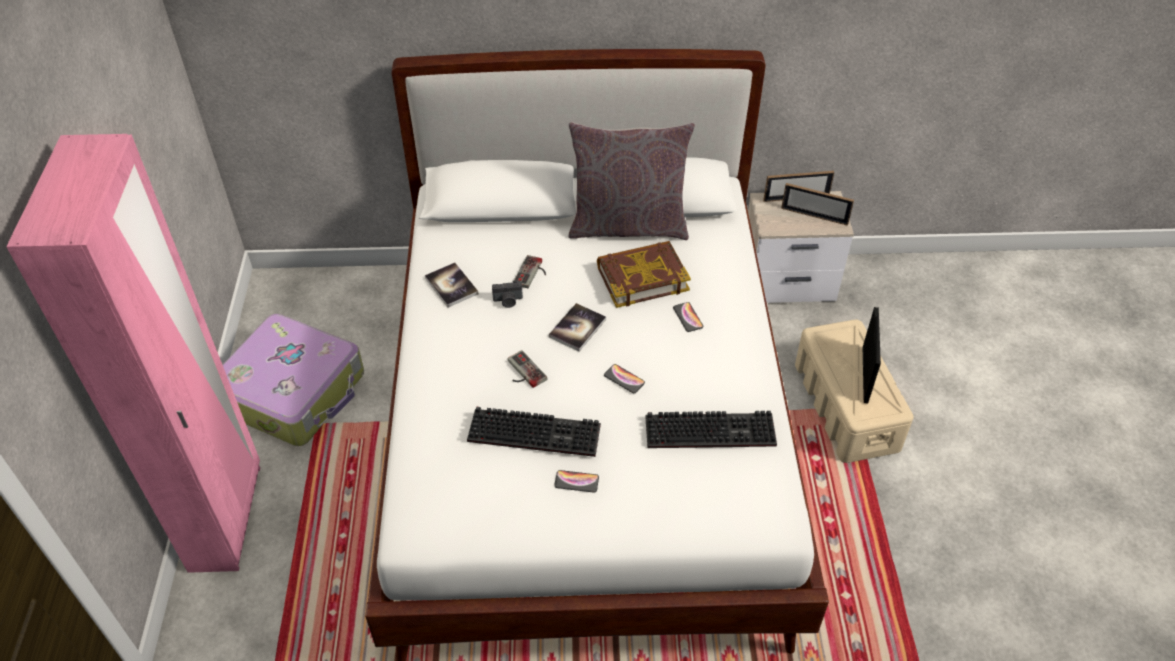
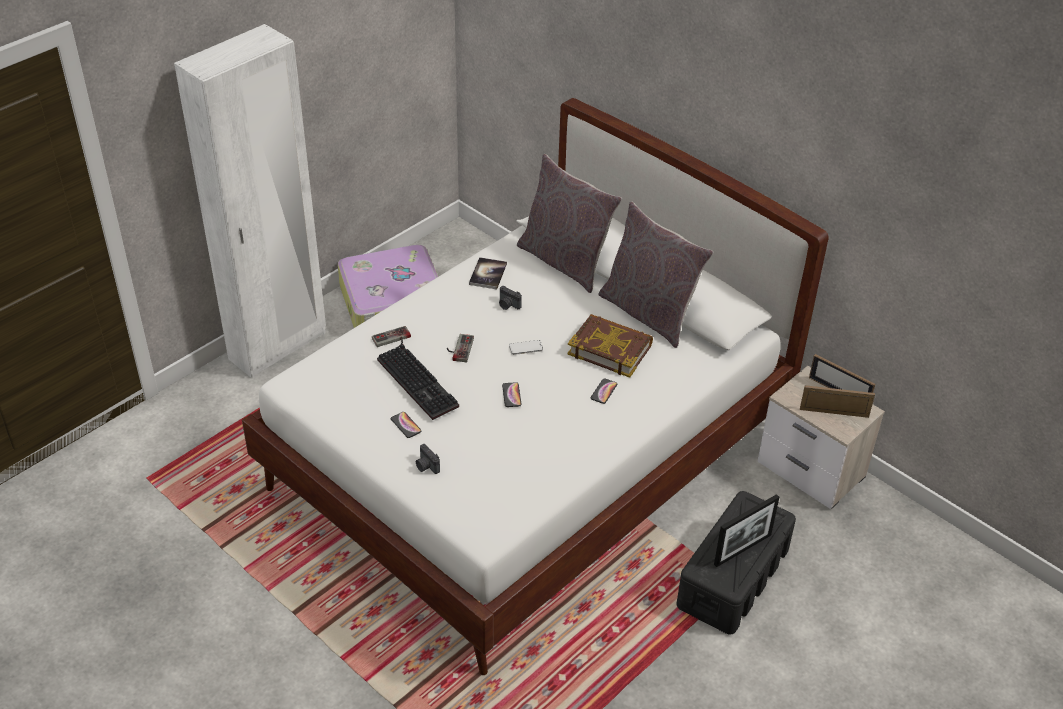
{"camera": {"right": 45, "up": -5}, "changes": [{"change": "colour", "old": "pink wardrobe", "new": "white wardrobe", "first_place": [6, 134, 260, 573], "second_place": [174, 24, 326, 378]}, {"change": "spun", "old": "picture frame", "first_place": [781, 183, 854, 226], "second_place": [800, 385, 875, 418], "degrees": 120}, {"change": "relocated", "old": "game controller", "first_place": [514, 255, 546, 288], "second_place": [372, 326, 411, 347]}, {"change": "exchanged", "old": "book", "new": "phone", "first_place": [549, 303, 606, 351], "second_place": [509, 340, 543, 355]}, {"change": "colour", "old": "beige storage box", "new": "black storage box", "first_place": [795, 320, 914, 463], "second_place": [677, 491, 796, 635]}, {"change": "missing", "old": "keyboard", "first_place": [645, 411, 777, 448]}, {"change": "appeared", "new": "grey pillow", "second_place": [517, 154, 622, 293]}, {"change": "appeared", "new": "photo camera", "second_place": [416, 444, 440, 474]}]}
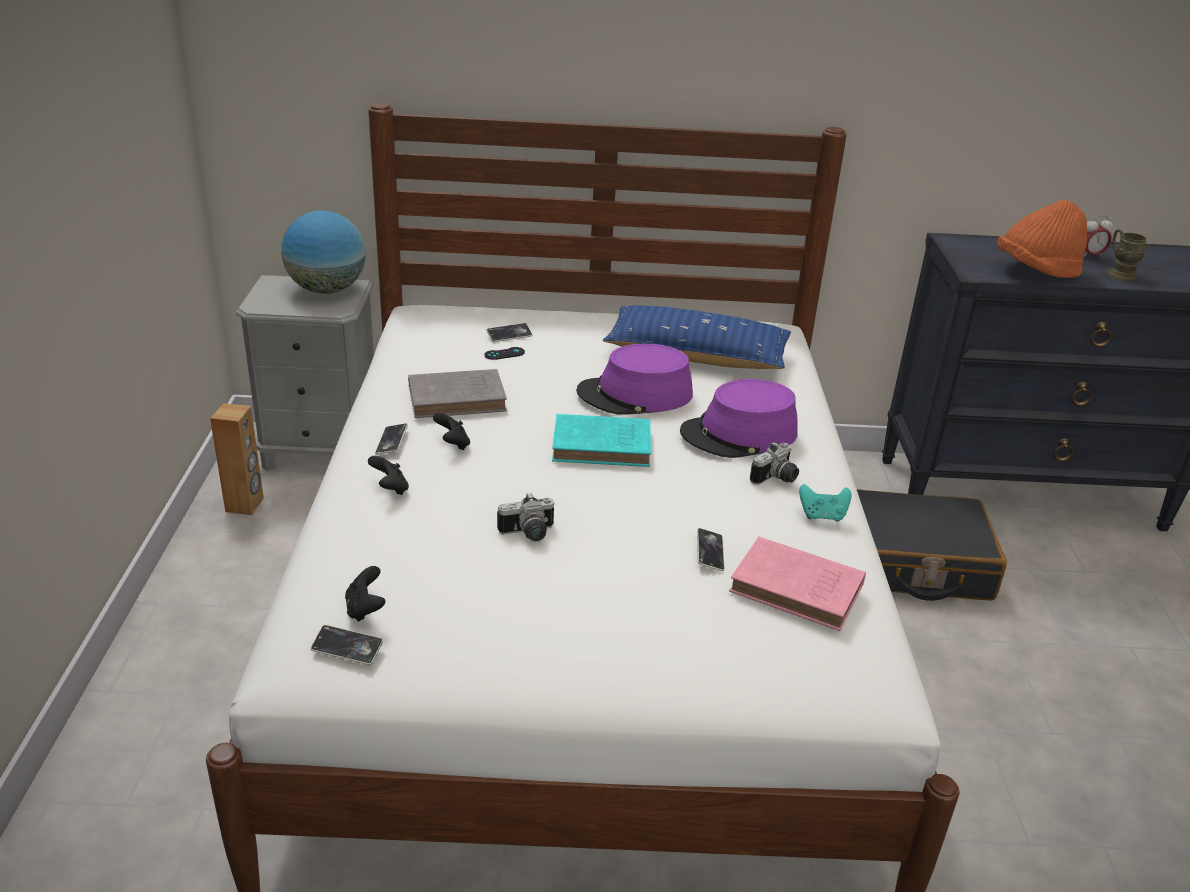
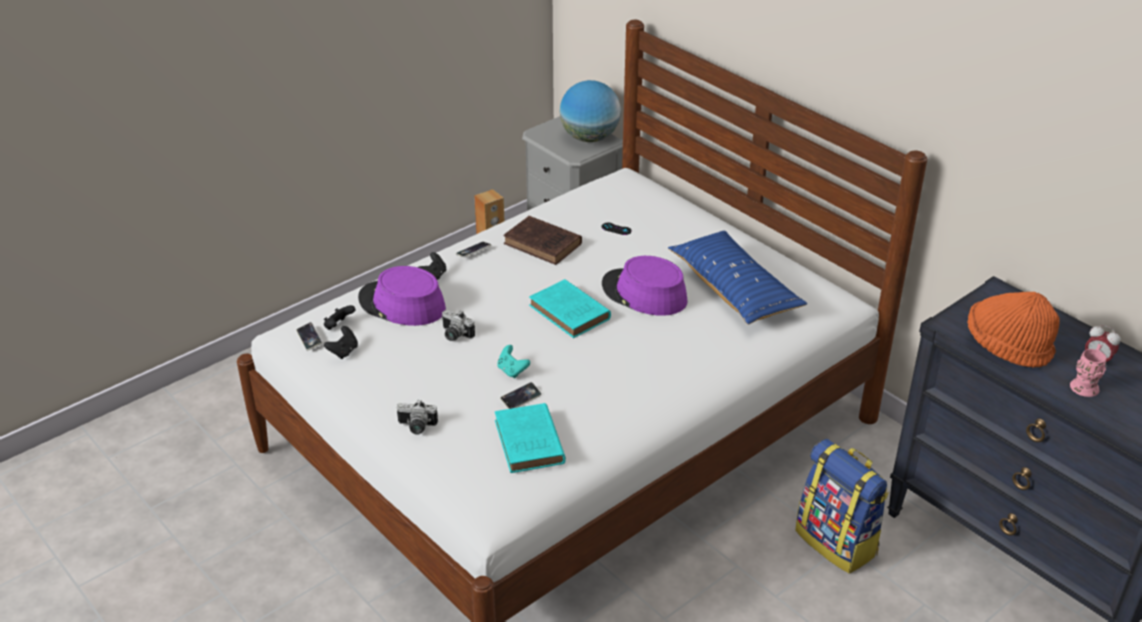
{"camera": {"right": 50, "up": 5}, "changes": [{"change": "colour", "old": "brown mug", "new": "pink mug", "first_place": [1107, 229, 1147, 281], "second_place": [1070, 344, 1106, 397]}, {"change": "missing", "old": "phone", "first_place": [487, 323, 532, 342]}, {"change": "colour", "old": "grey book", "new": "brown book", "first_place": [408, 369, 507, 418], "second_place": [503, 216, 582, 265]}, {"change": "relocated", "old": "purple hat", "first_place": [680, 379, 798, 458], "second_place": [358, 266, 446, 326]}, {"change": "relocated", "old": "black game controller", "first_place": [433, 413, 470, 450], "second_place": [324, 326, 358, 359]}, {"change": "relocated", "old": "photo camera", "first_place": [750, 442, 799, 485], "second_place": [397, 400, 438, 435]}, {"change": "relocated", "old": "turquoise game controller", "first_place": [799, 484, 852, 522], "second_place": [497, 345, 530, 379]}, {"change": "exchanged", "old": "black suitcase", "new": "backpack", "first_place": [857, 489, 1007, 601], "second_place": [795, 439, 889, 574]}, {"change": "colour", "old": "pink book", "new": "turquoise book", "first_place": [729, 536, 866, 631], "second_place": [495, 403, 566, 473]}]}
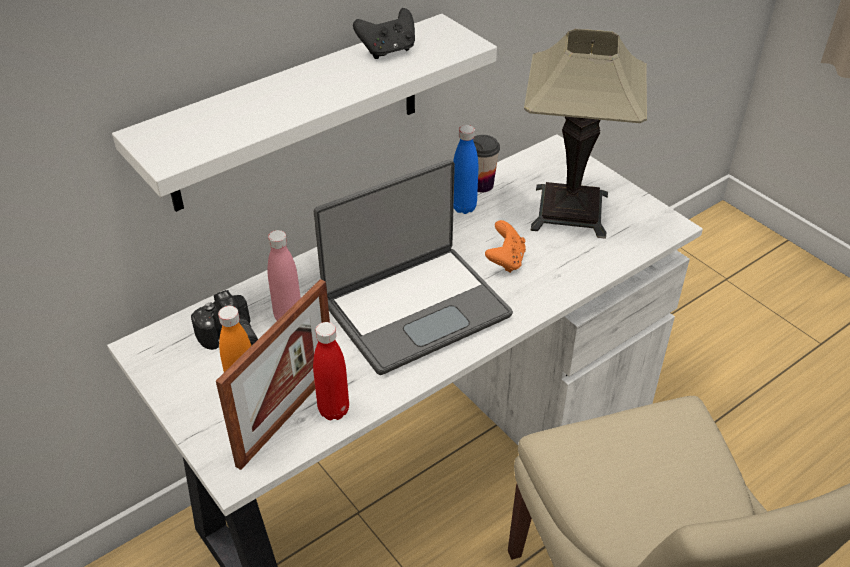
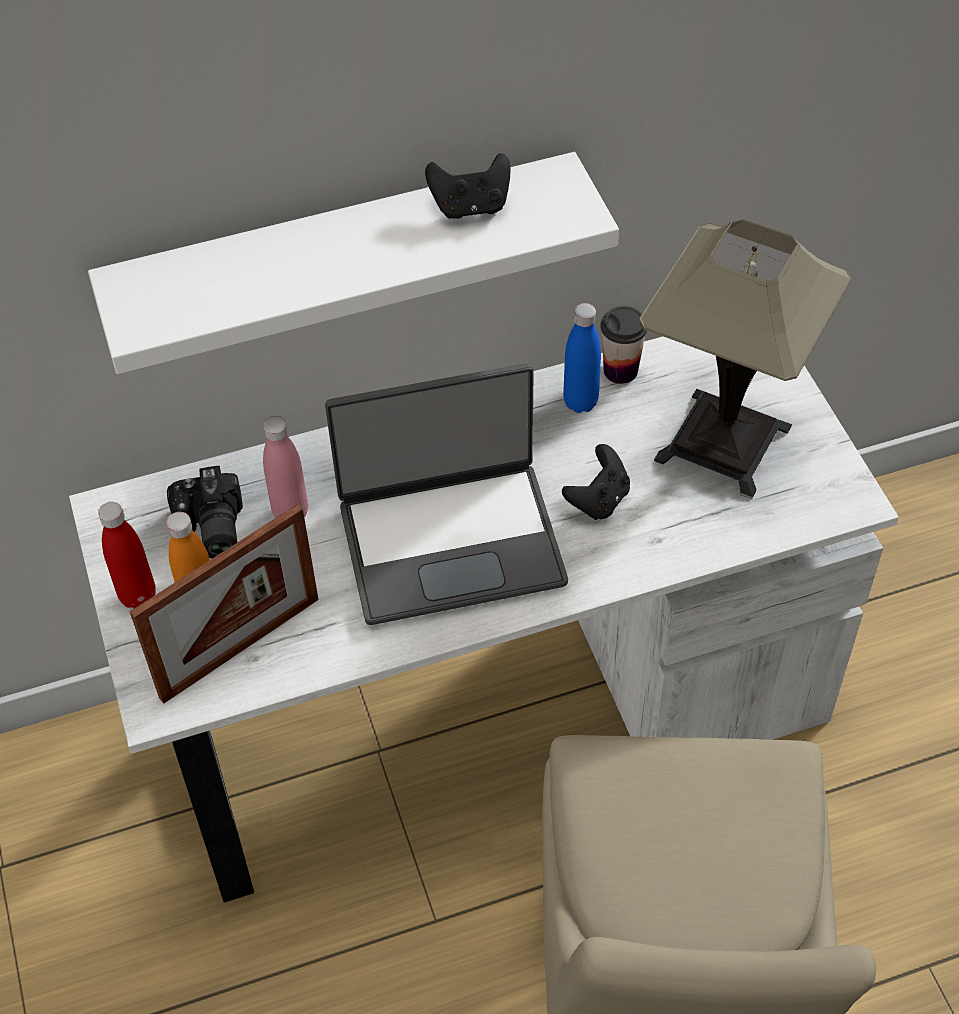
{"camera": {"right": 20, "up": 10}, "changes": [{"change": "colour", "old": "orange game controller", "new": "black game controller", "first_place": [485, 220, 526, 273], "second_place": [562, 444, 630, 520]}, {"change": "relocated", "old": "red bottle", "first_place": [313, 322, 349, 420], "second_place": [98, 502, 156, 608]}]}
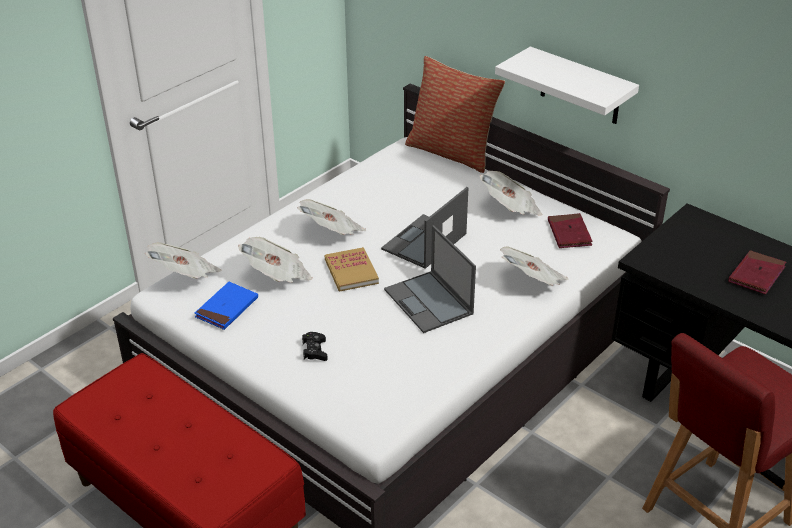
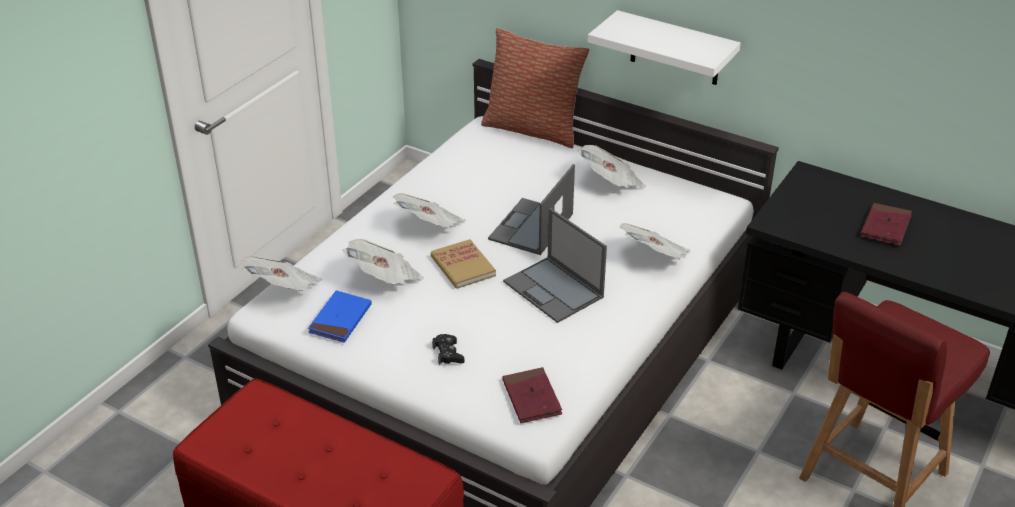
{"camera": {"right": -10, "up": 0}, "changes": [{"change": "relocated", "old": "red book", "first_place": [548, 213, 593, 248], "second_place": [502, 367, 562, 423]}]}
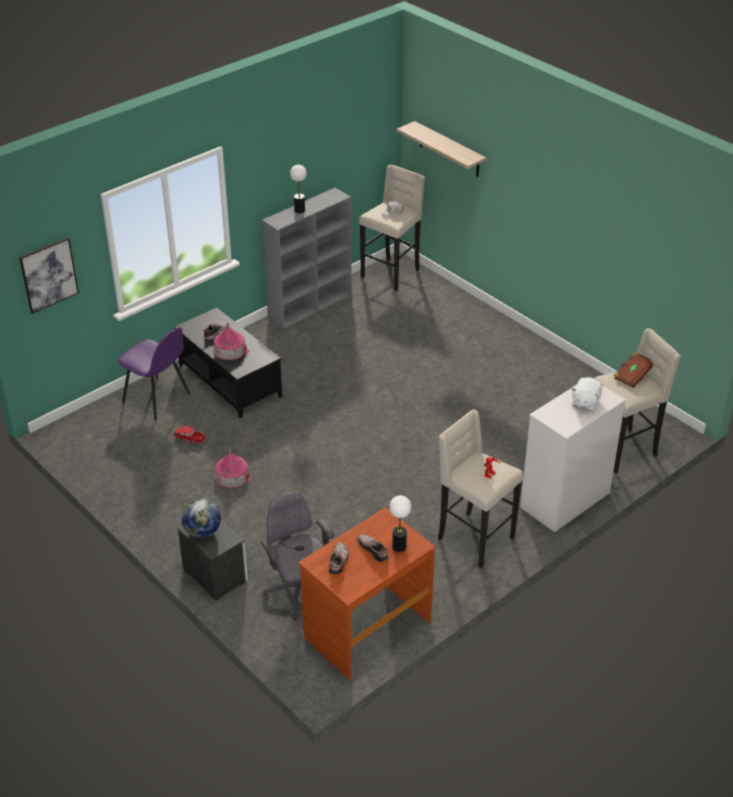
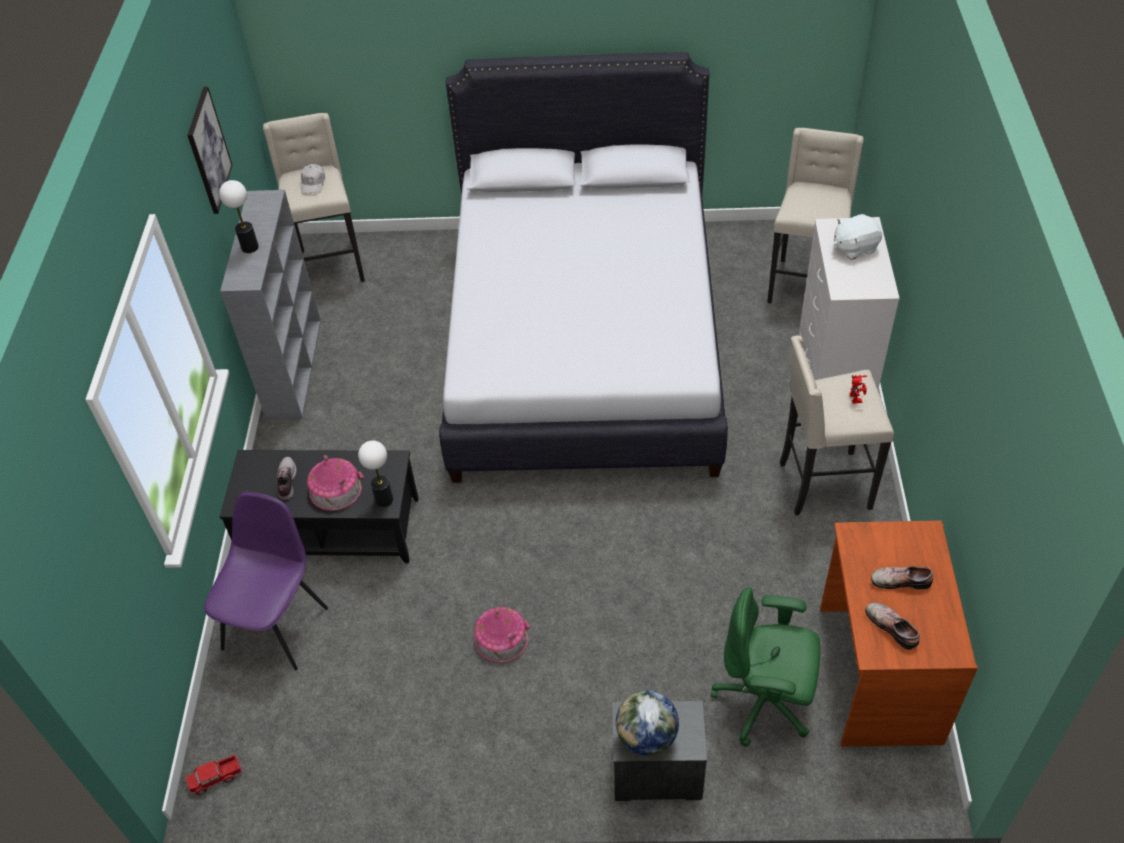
{"camera": {"right": -45, "up": 10}, "changes": [{"change": "missing", "old": "shelf", "first_place": [397, 121, 487, 177]}, {"change": "relocated", "old": "picture", "first_place": [19, 237, 79, 314], "second_place": [187, 87, 232, 214]}, {"change": "spun", "old": "purple chair", "first_place": [118, 327, 190, 420], "second_place": [204, 492, 328, 671], "degrees": -60}, {"change": "missing", "old": "brown book", "first_place": [614, 351, 653, 388]}, {"change": "spun", "old": "white plush toy", "first_place": [571, 377, 602, 411], "second_place": [834, 214, 882, 260], "degrees": 90}, {"change": "relocated", "old": "toy truck", "first_place": [174, 426, 206, 445], "second_place": [186, 755, 243, 795]}, {"change": "colour", "old": "grey office chair", "new": "green office chair", "first_place": [261, 492, 335, 620], "second_place": [710, 587, 820, 747]}, {"change": "relocated", "old": "table lamp", "first_place": [389, 495, 411, 552], "second_place": [358, 441, 393, 507]}, {"change": "appeared", "new": "white bed", "second_place": [439, 52, 728, 483]}]}
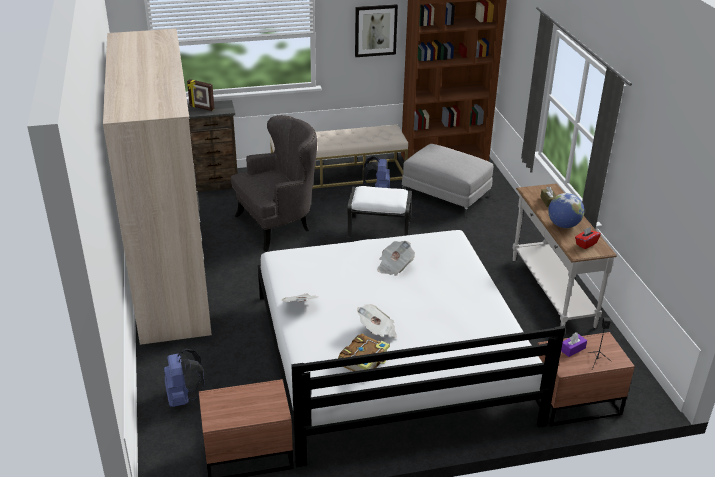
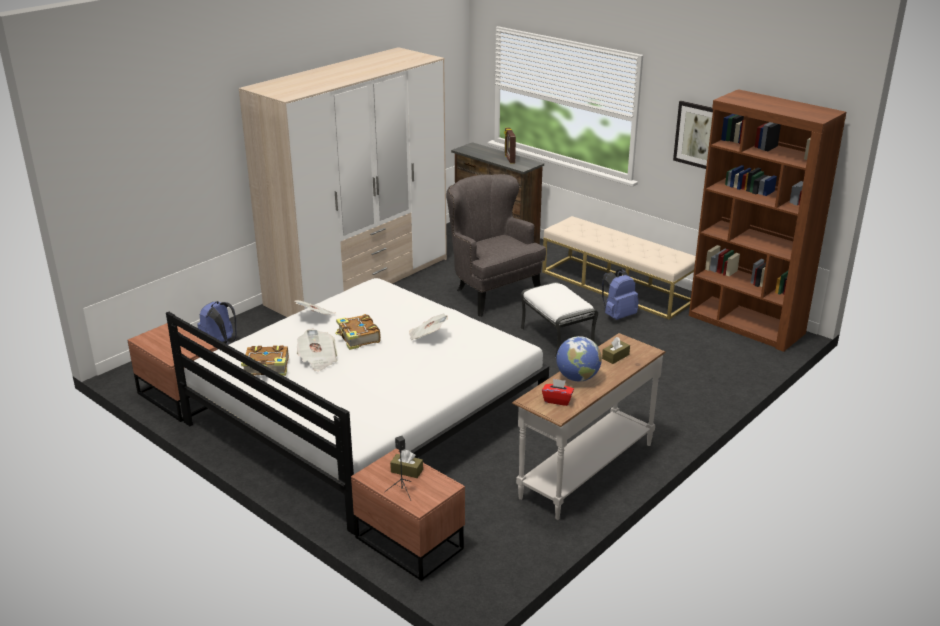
{"camera": {"right": 55, "up": -5}, "changes": [{"change": "spun", "old": "grey armchair", "first_place": [231, 115, 317, 252], "second_place": [446, 174, 546, 317], "degrees": -150}, {"change": "missing", "old": "grey ottoman", "first_place": [402, 144, 494, 217]}, {"change": "colour", "old": "purple tissue box", "new": "brown tissue box", "first_place": [561, 332, 587, 357], "second_place": [390, 450, 423, 478]}, {"change": "appeared", "new": "book", "second_place": [335, 314, 381, 350]}]}
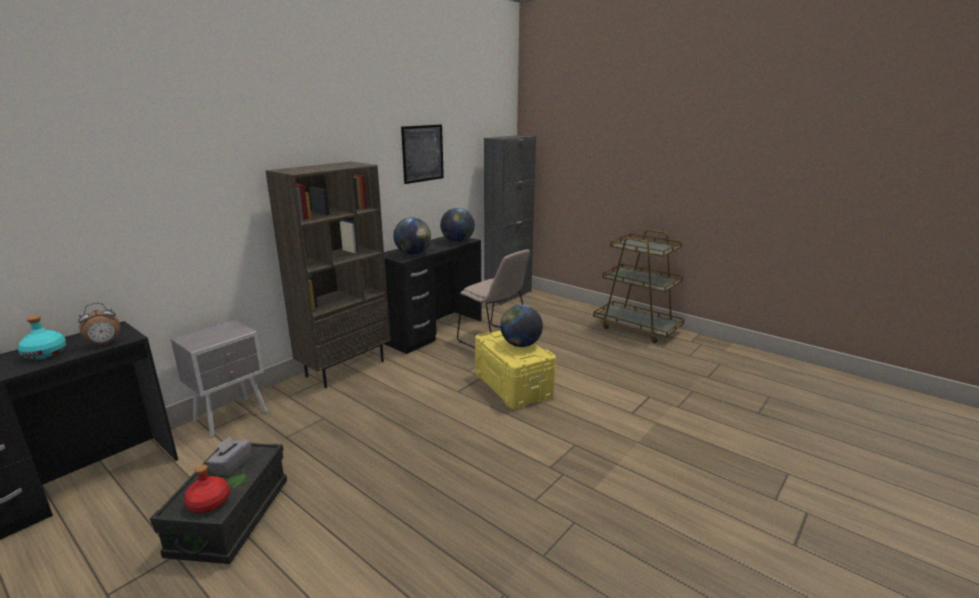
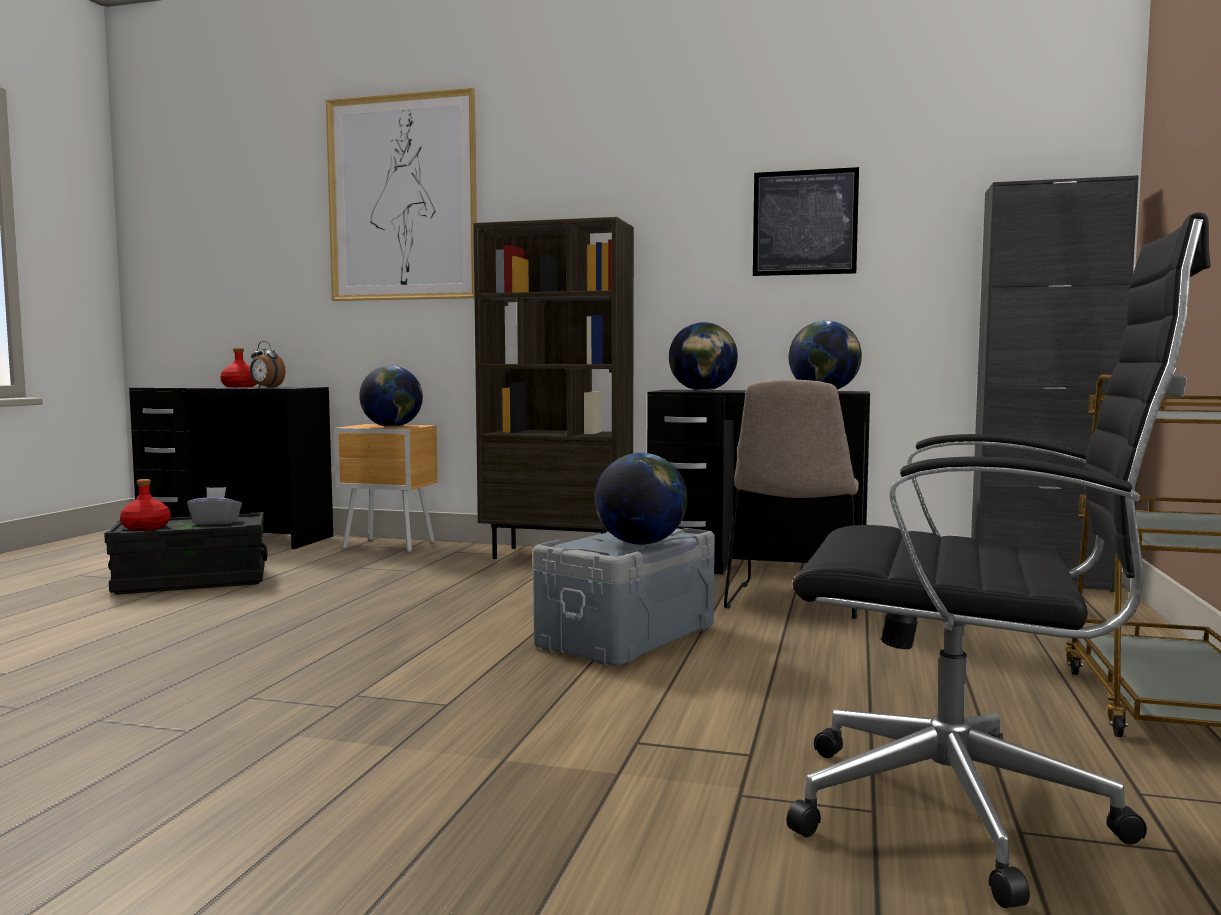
{"camera": {"right": 65, "up": -15}, "changes": [{"change": "colour", "old": "turquoise bottle", "new": "red bottle", "first_place": [18, 315, 66, 360], "second_place": [220, 348, 257, 387]}, {"change": "colour", "old": "grey nightstand", "new": "brown nightstand", "first_place": [171, 320, 267, 437], "second_place": [334, 424, 438, 552]}, {"change": "colour", "old": "yellow storage box", "new": "grey storage box", "first_place": [475, 330, 556, 409], "second_place": [533, 528, 715, 666]}, {"change": "appeared", "new": "picture", "second_place": [326, 88, 477, 301]}, {"change": "appeared", "new": "black office chair", "second_place": [786, 212, 1211, 908]}, {"change": "appeared", "new": "globe", "second_place": [359, 366, 423, 427]}]}
